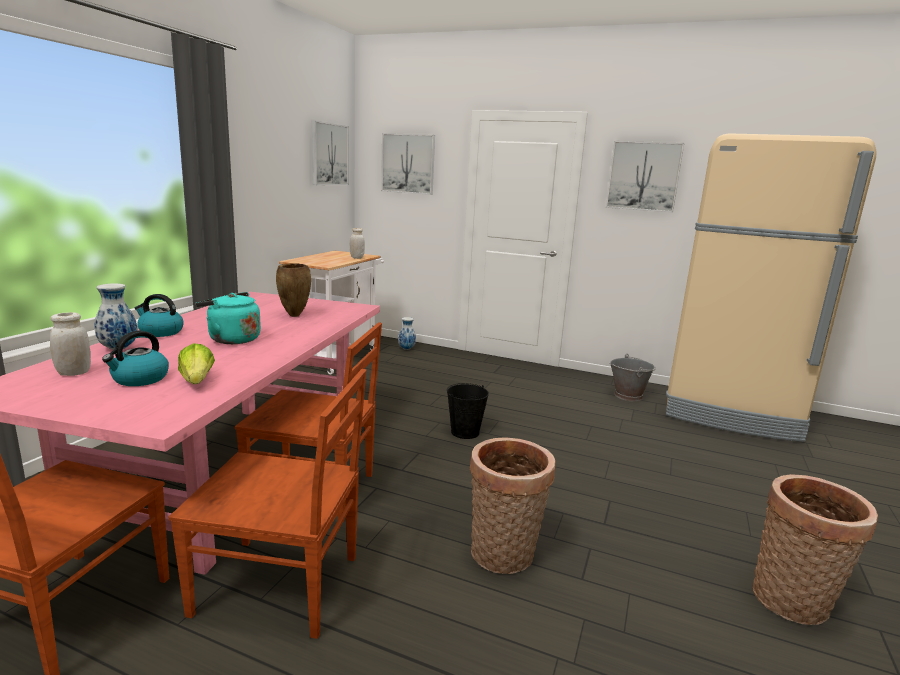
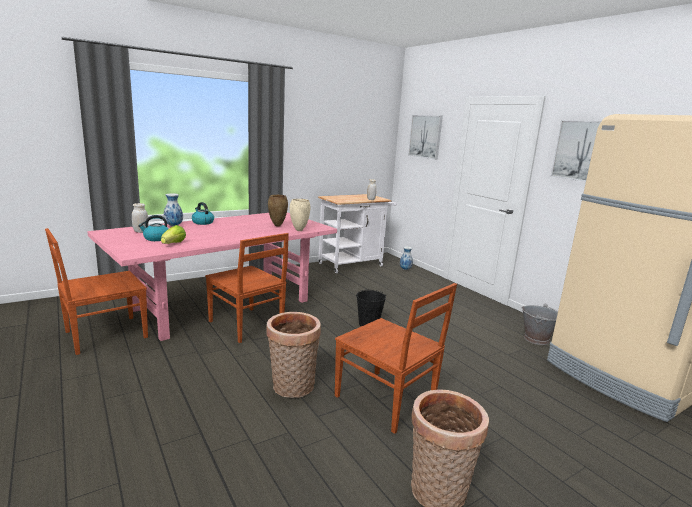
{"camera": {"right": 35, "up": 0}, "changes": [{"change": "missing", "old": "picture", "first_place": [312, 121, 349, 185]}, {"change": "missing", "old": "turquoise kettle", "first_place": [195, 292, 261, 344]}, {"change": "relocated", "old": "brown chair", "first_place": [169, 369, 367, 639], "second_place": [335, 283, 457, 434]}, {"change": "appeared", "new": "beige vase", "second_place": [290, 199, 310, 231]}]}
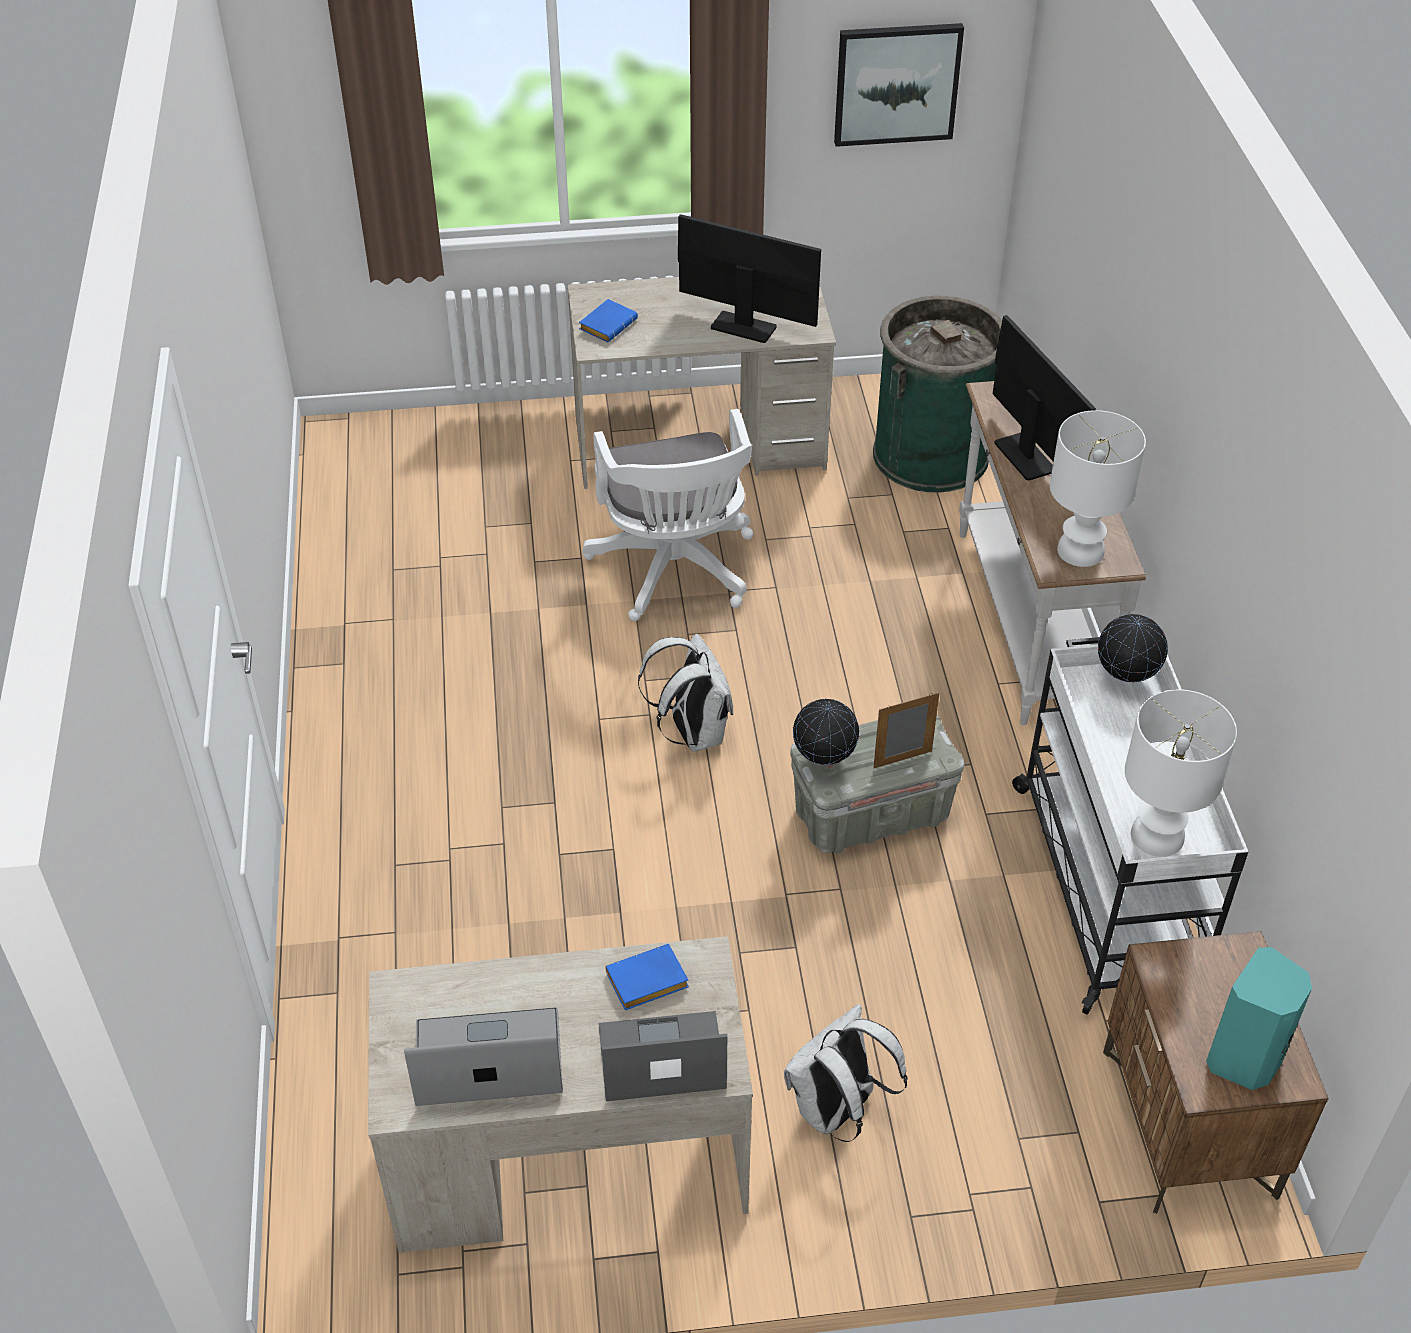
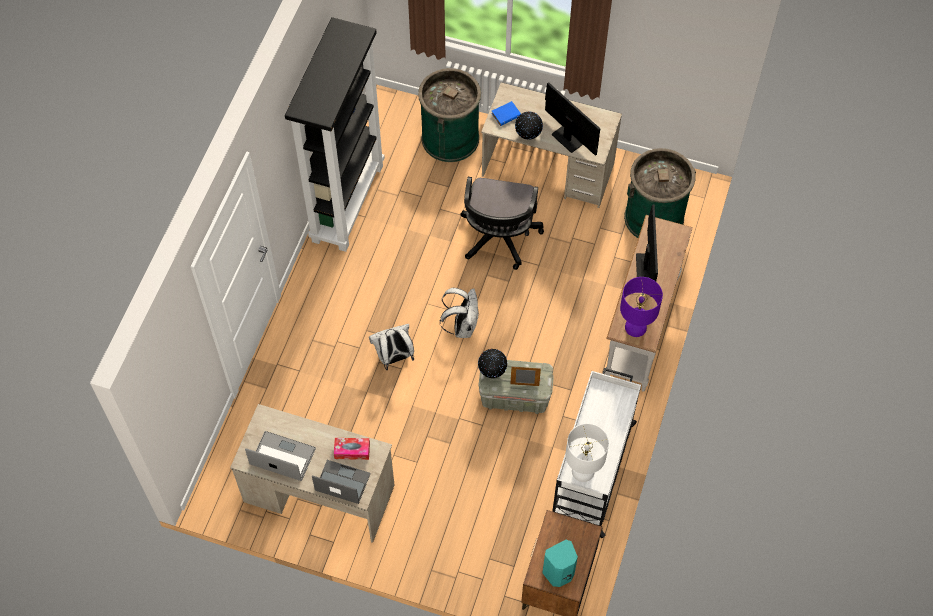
{"camera": {"right": 25, "up": 15}, "changes": [{"change": "missing", "old": "picture", "first_place": [834, 23, 964, 147]}, {"change": "colour", "old": "white office chair", "new": "black office chair", "first_place": [583, 409, 753, 621], "second_place": [460, 177, 544, 270]}, {"change": "colour", "old": "white table lamp", "new": "purple table lamp", "first_place": [1050, 410, 1146, 567], "second_place": [620, 277, 663, 337]}, {"change": "relocated", "old": "globe", "first_place": [1098, 614, 1168, 682], "second_place": [515, 112, 543, 140]}, {"change": "exchanged", "old": "blue book", "new": "tissue box", "first_place": [605, 944, 689, 1010], "second_place": [334, 438, 370, 460]}, {"change": "relocated", "old": "white backpack", "first_place": [784, 1004, 908, 1142], "second_place": [369, 324, 414, 370]}, {"change": "appeared", "new": "black bookcase", "second_place": [285, 17, 385, 252]}, {"change": "appeared", "new": "green trash can", "second_place": [418, 68, 481, 162]}]}
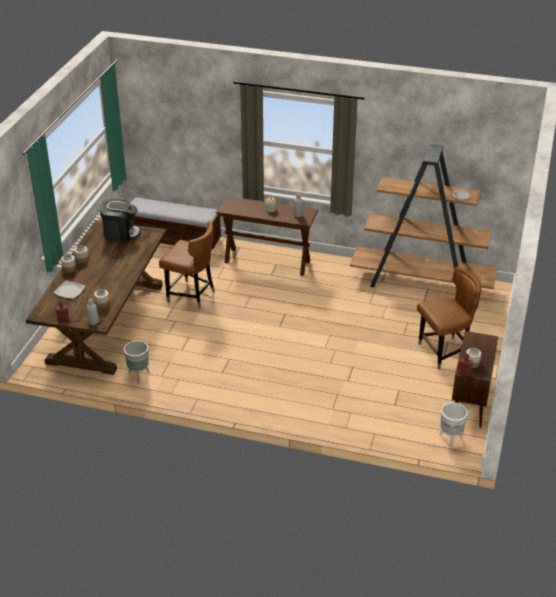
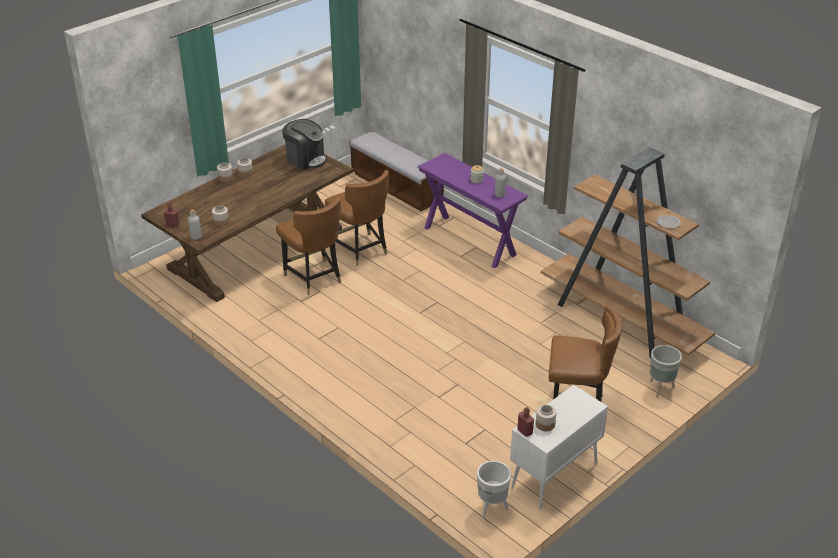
{"camera": {"right": 30, "up": 0}, "changes": [{"change": "colour", "old": "brown console table", "new": "purple console table", "first_place": [216, 196, 318, 276], "second_place": [417, 153, 529, 268]}, {"change": "missing", "old": "plate", "first_place": [54, 280, 86, 299]}, {"change": "colour", "old": "brown cabinet", "new": "white cabinet", "first_place": [452, 331, 498, 428], "second_place": [510, 385, 608, 509]}, {"change": "relocated", "old": "grey planter", "first_place": [124, 341, 149, 384], "second_place": [650, 345, 682, 398]}, {"change": "appeared", "new": "brown chair", "second_place": [276, 197, 341, 295]}]}
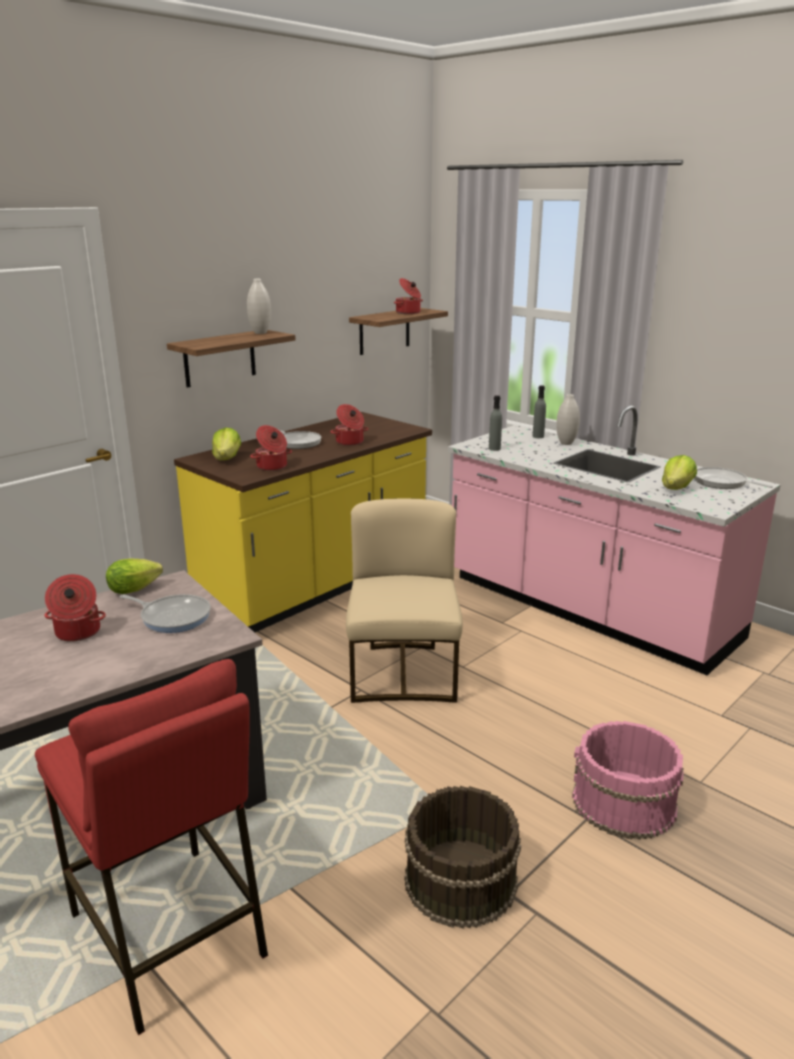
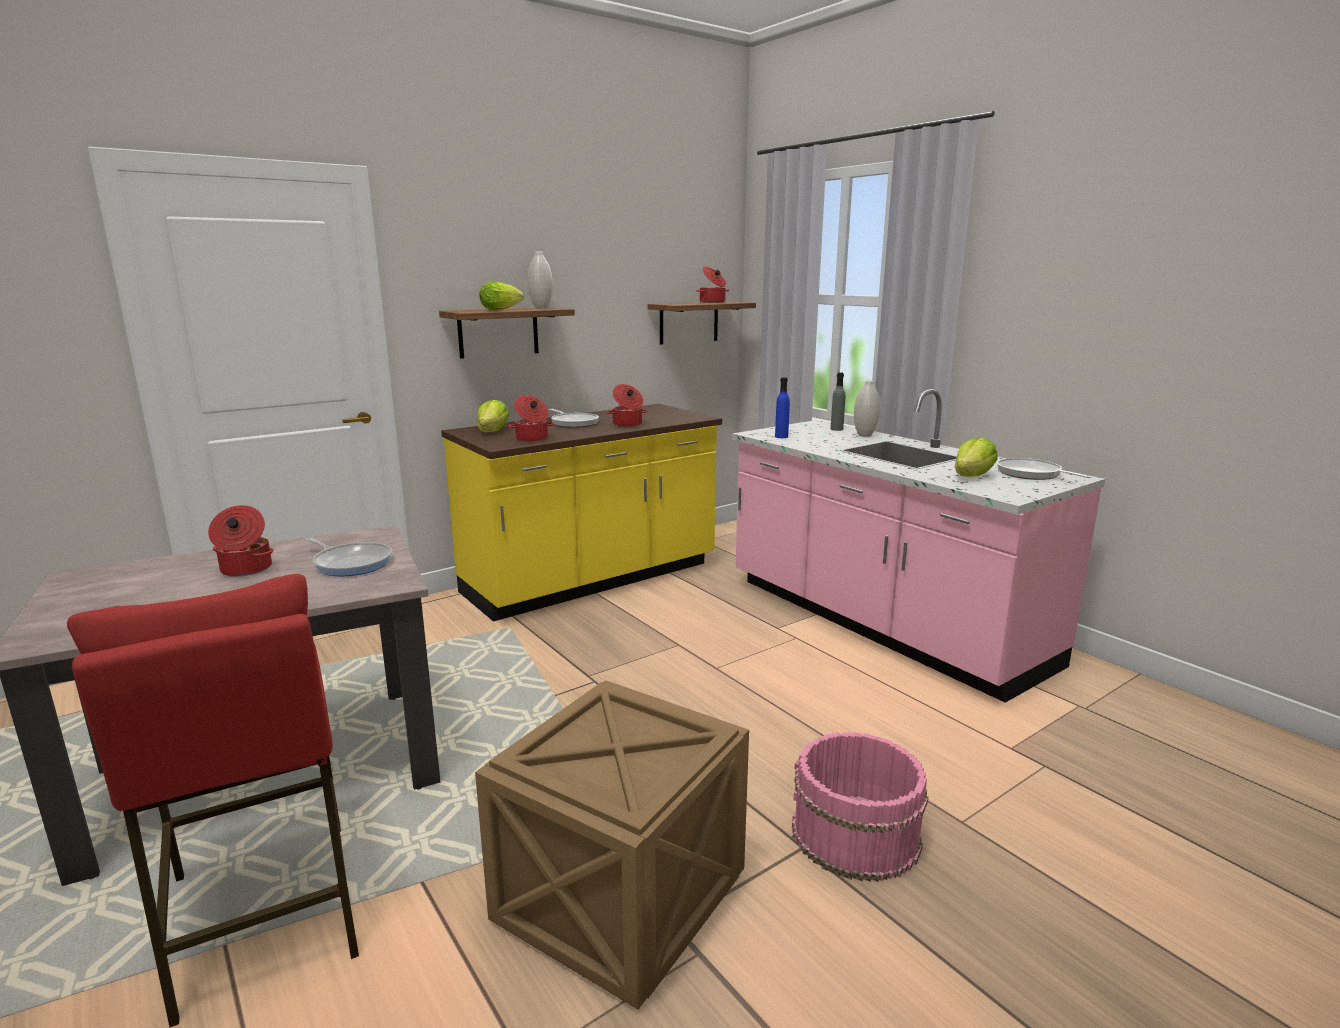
{"camera": {"right": 10, "up": -5}, "changes": [{"change": "colour", "old": "grey bottle", "new": "blue bottle", "first_place": [489, 395, 502, 451], "second_place": [775, 377, 790, 438]}, {"change": "missing", "old": "beige chair", "first_place": [346, 499, 463, 703]}, {"change": "relocated", "old": "lettuce", "first_place": [106, 558, 163, 594], "second_place": [479, 282, 524, 310]}, {"change": "exchanged", "old": "brown bucket", "new": "crate", "first_place": [405, 786, 521, 928], "second_place": [475, 680, 749, 1010]}]}
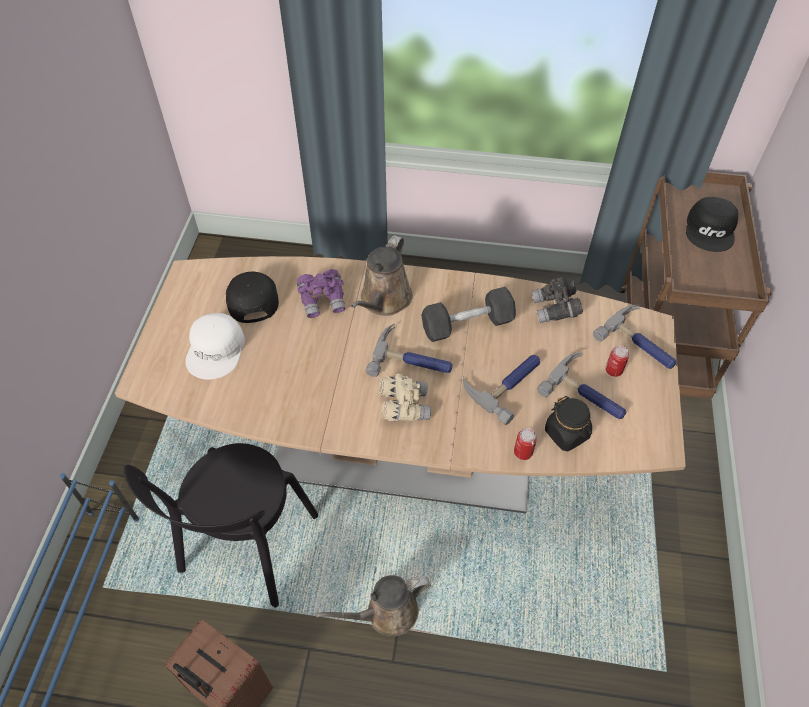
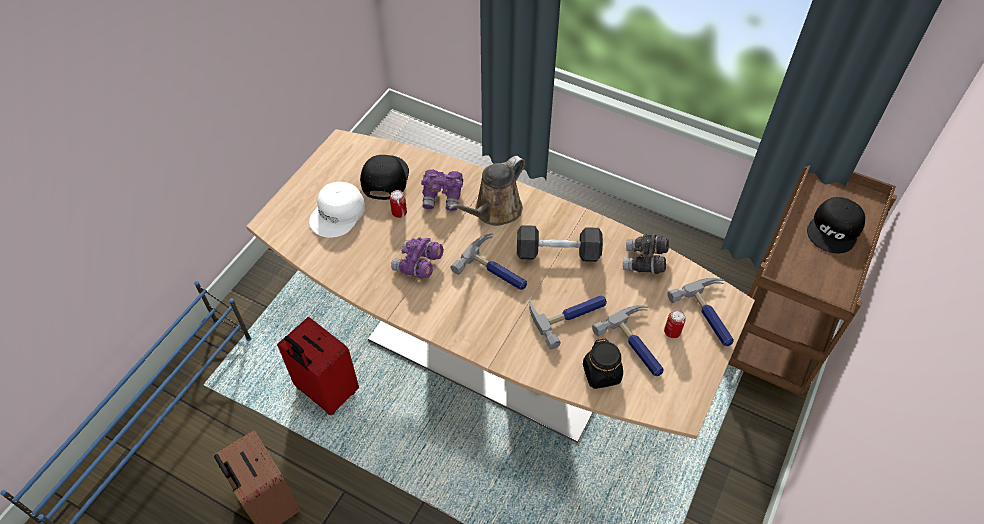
{"camera": {"right": 20, "up": 0}, "changes": [{"change": "missing", "old": "beige binoculars", "first_place": [379, 374, 431, 422]}, {"change": "relocated", "old": "can", "first_place": [514, 428, 537, 460], "second_place": [390, 190, 407, 218]}, {"change": "exchanged", "old": "black chair", "new": "red suitcase", "first_place": [124, 443, 318, 607], "second_place": [277, 317, 359, 415]}, {"change": "missing", "old": "brown watering can", "first_place": [315, 575, 431, 636]}, {"change": "appeared", "new": "purple binoculars", "second_place": [391, 237, 444, 279]}]}
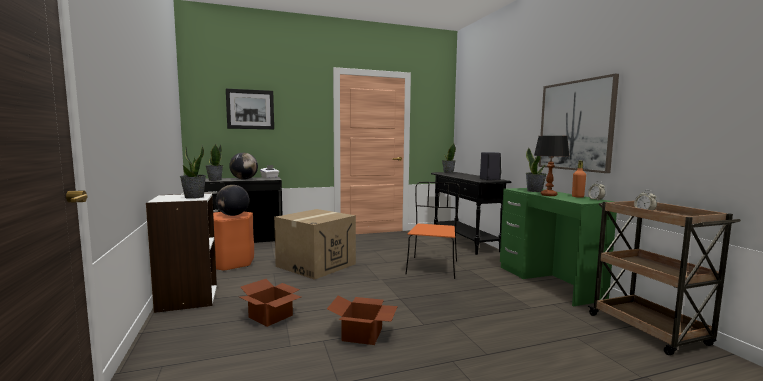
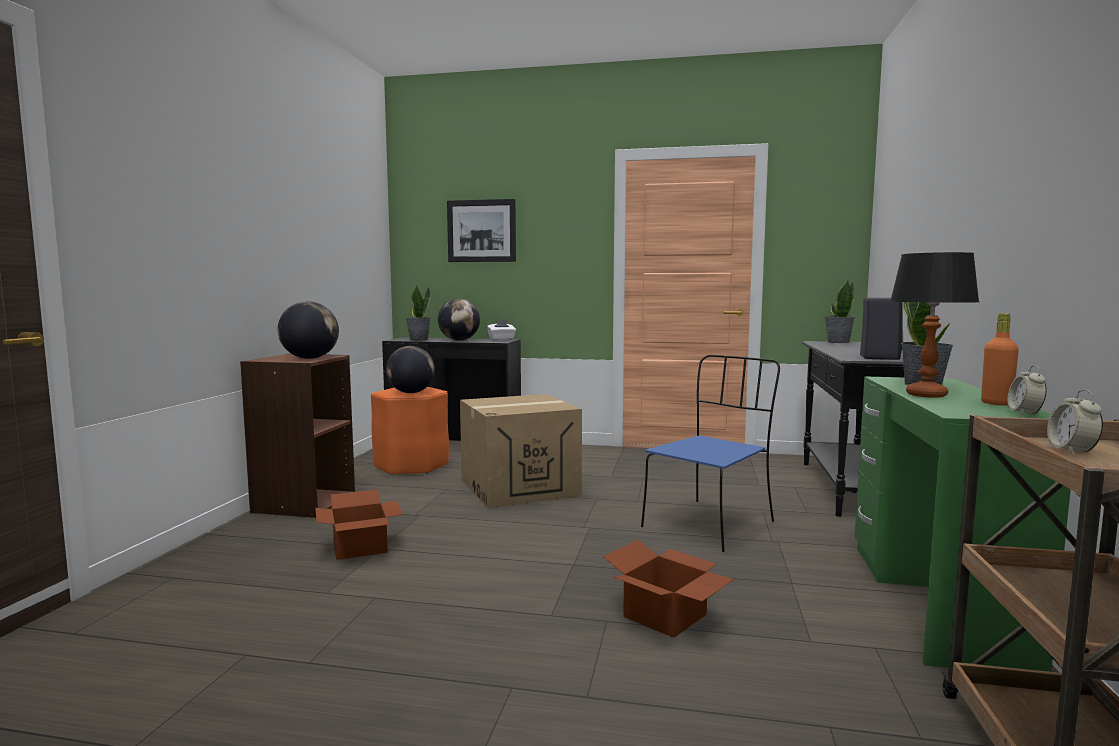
{"camera": {"right": 30, "up": 0}, "changes": [{"change": "missing", "old": "picture", "first_place": [539, 74, 619, 173]}, {"change": "exchanged", "old": "potted plant", "new": "globe", "first_place": [180, 144, 206, 199], "second_place": [278, 301, 339, 359]}, {"change": "colour", "old": "orange chair", "new": "blue chair", "first_place": [406, 182, 460, 279], "second_place": [641, 355, 780, 552]}, {"change": "colour", "old": "white bookcase", "new": "brown bookcase", "first_place": [146, 193, 217, 313], "second_place": [240, 354, 355, 518]}, {"change": "relocated", "old": "cardboard box", "first_place": [327, 295, 398, 345], "second_place": [603, 540, 734, 638]}]}
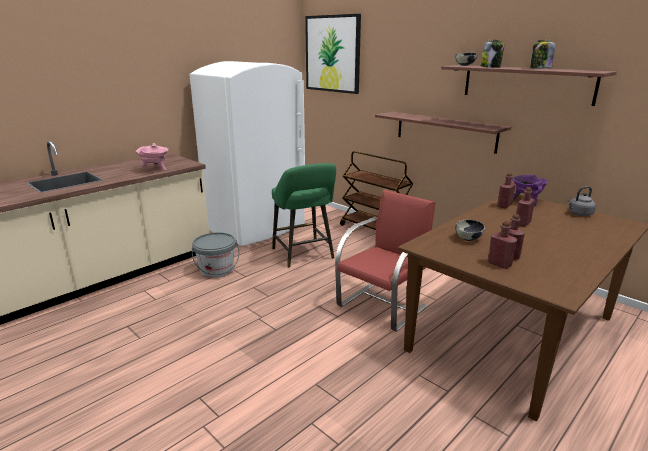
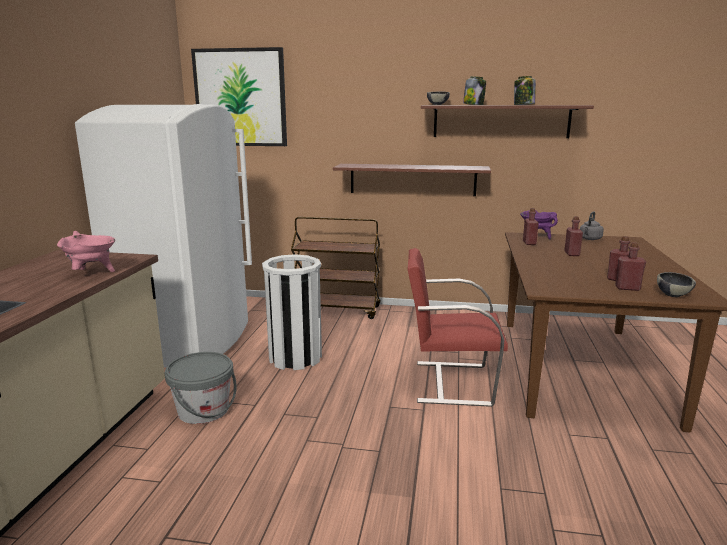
{"camera": {"right": -35, "up": -5}, "changes": [{"change": "exchanged", "old": "green stool", "new": "white trash can", "first_place": [272, 163, 336, 268], "second_place": [262, 254, 322, 370]}, {"change": "spun", "old": "red chair", "first_place": [335, 190, 436, 332], "second_place": [407, 248, 508, 407], "degrees": -90}, {"change": "relocated", "old": "bowl", "first_place": [455, 220, 485, 241], "second_place": [657, 272, 696, 297]}]}
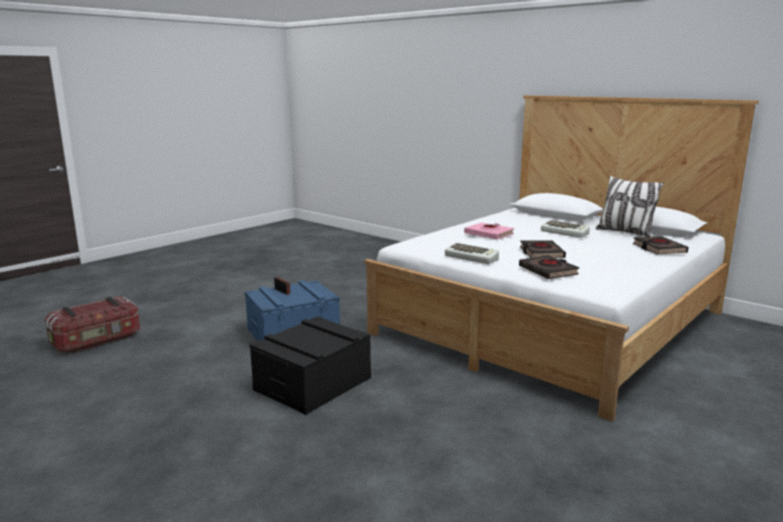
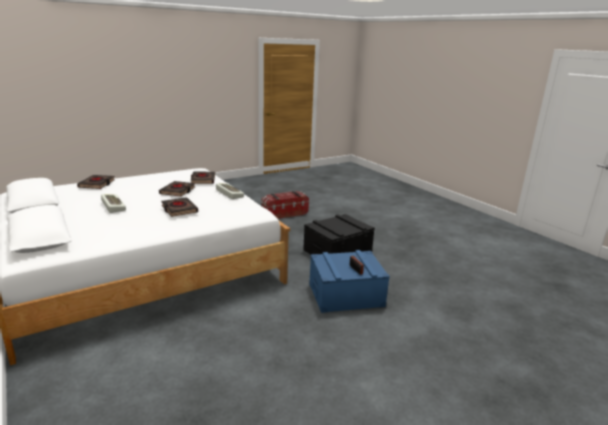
{"camera": {"right": -165, "up": 5}, "changes": [{"change": "missing", "old": "pillow", "first_place": [596, 176, 664, 237]}, {"change": "colour", "old": "pink book", "new": "black book", "first_place": [464, 223, 514, 240], "second_place": [161, 197, 198, 217]}, {"change": "relocated", "old": "storage box", "first_place": [45, 296, 140, 353], "second_place": [262, 191, 309, 219]}]}
